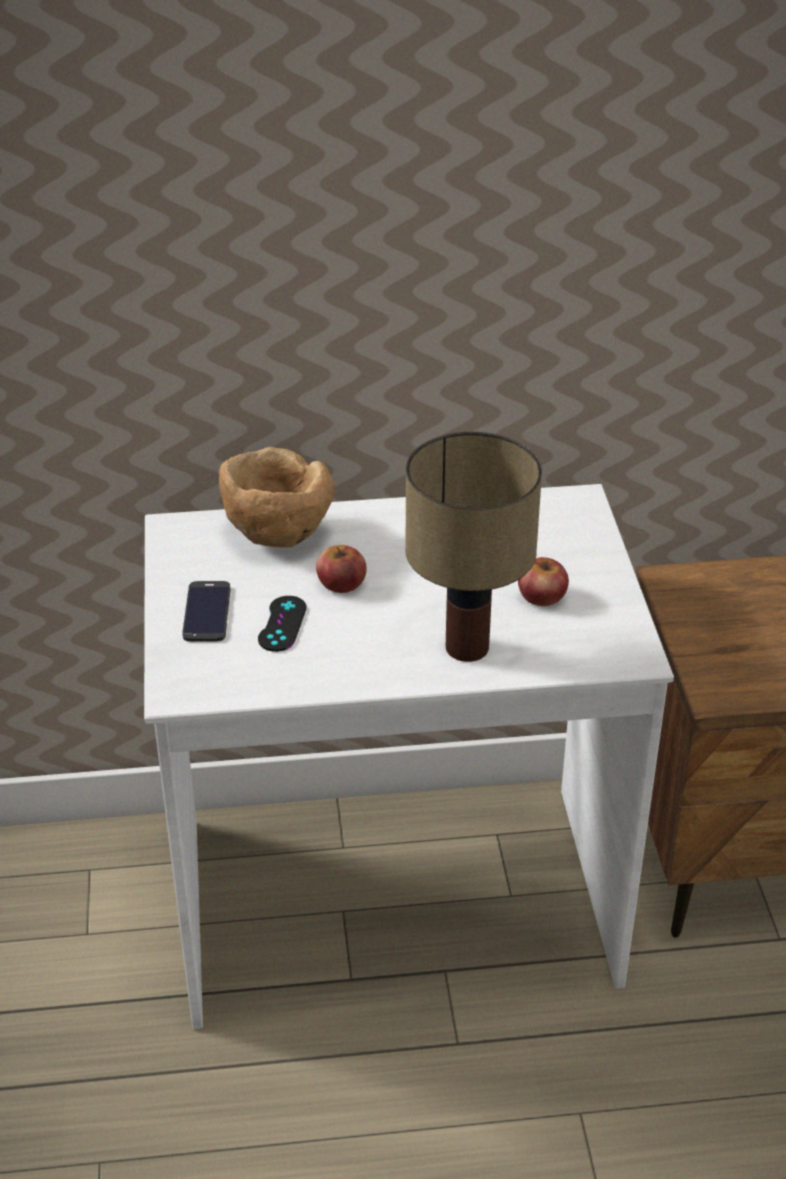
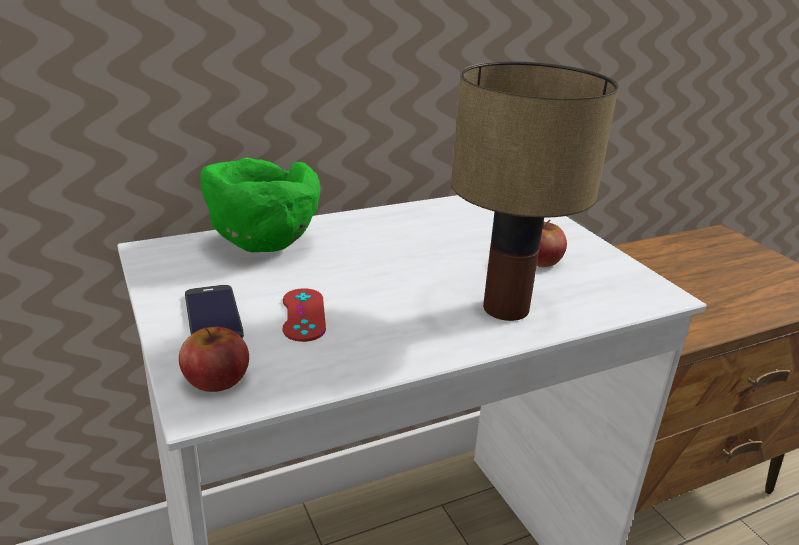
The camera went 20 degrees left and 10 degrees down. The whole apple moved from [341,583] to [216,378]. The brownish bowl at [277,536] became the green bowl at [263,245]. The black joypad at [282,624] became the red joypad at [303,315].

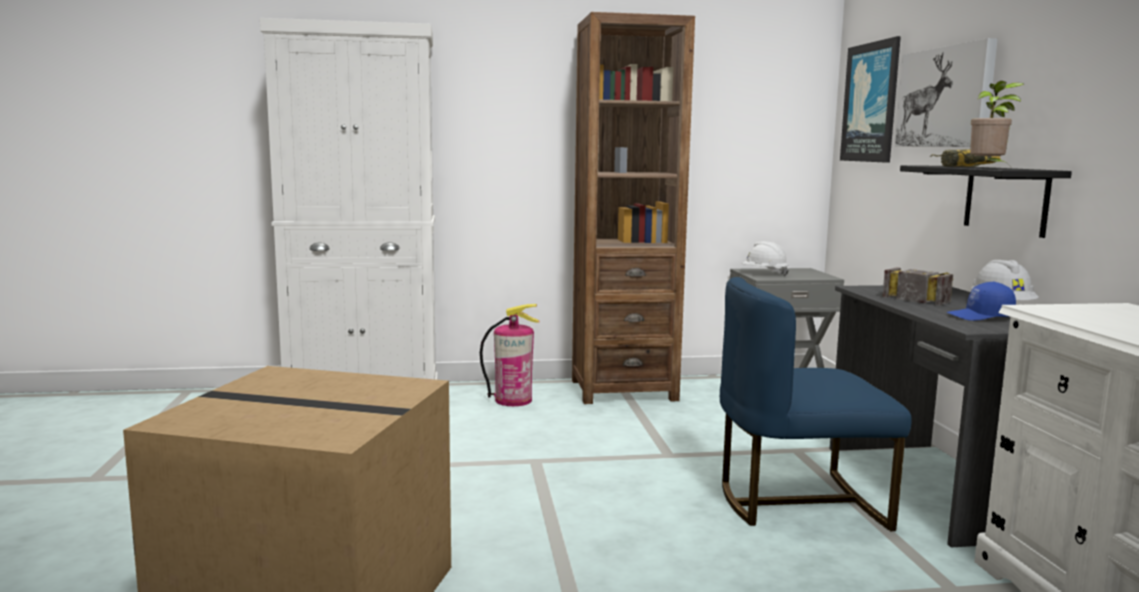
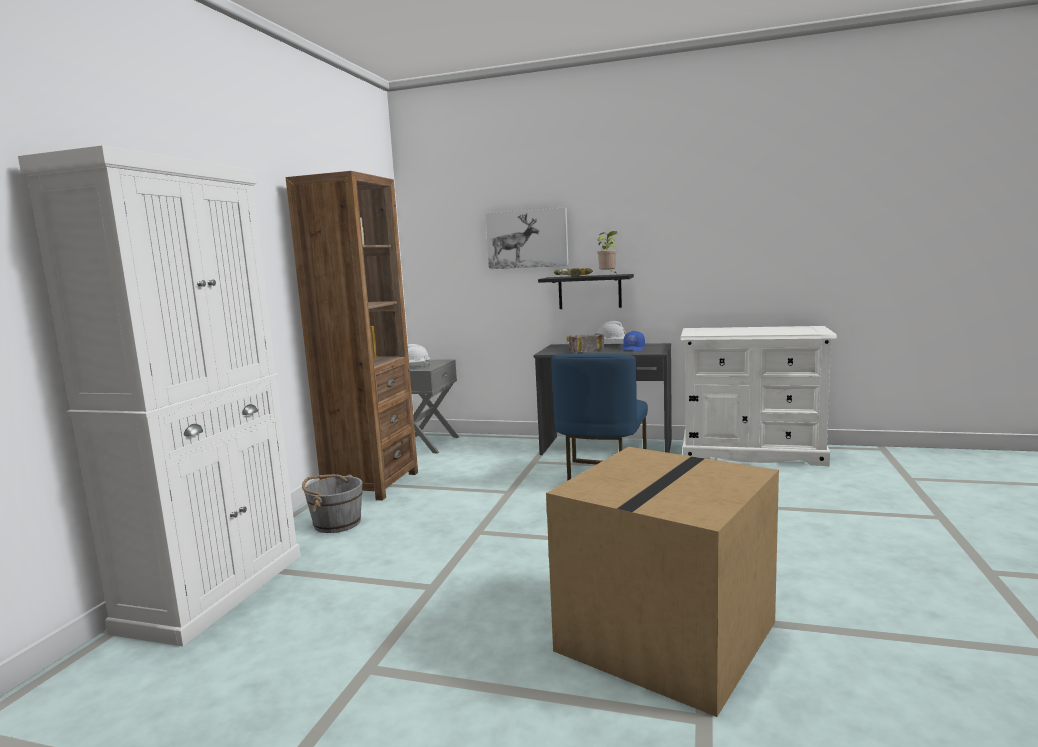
The camera went 65 degrees left and 0 degrees up. The wall art at [871,102] disappeared. The fire-fighting cylinder at [513,400] was replaced by the gray water bucket at [336,523].

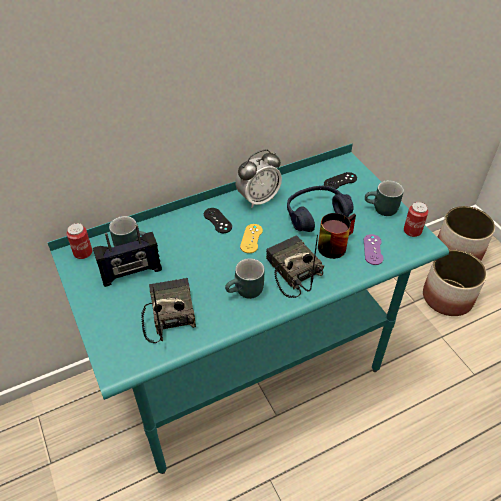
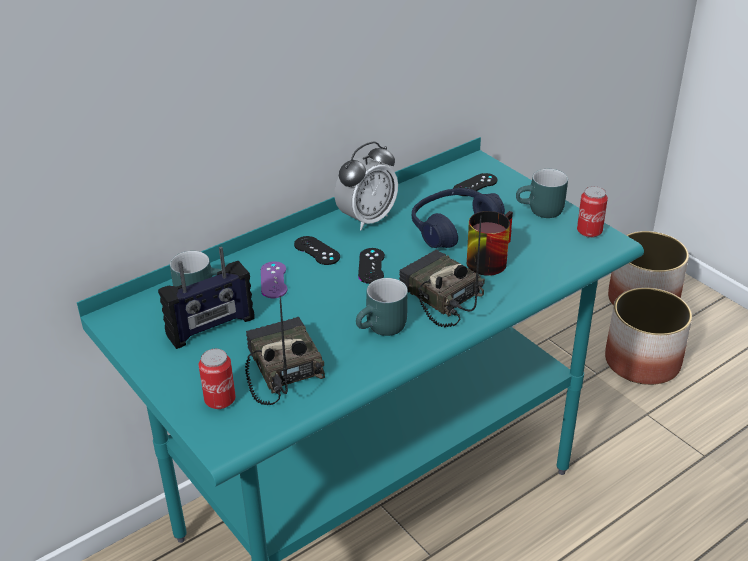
The camera went 10 degrees left and 10 degrees down. The metal can moved from [83,253] to [220,400]. The purplish joypad moved from [373,249] to [273,280]. The yellow joypad at [251,238] became the black joypad at [371,266].

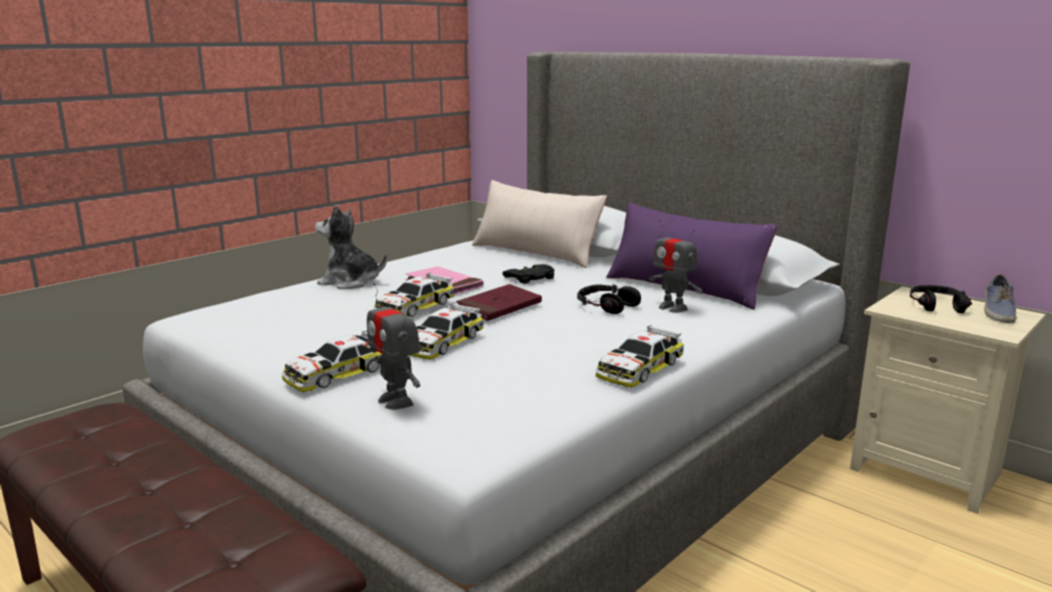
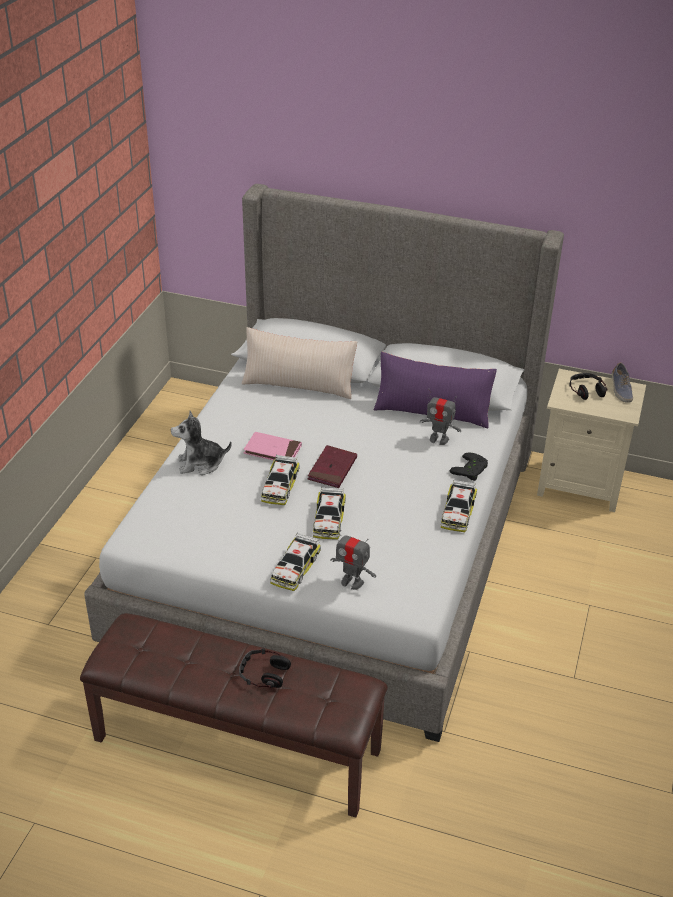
The camera went 25 degrees left and 20 degrees up. The black joypad moved from [531,278] to [471,470]. The headphones moved from [607,306] to [264,674].

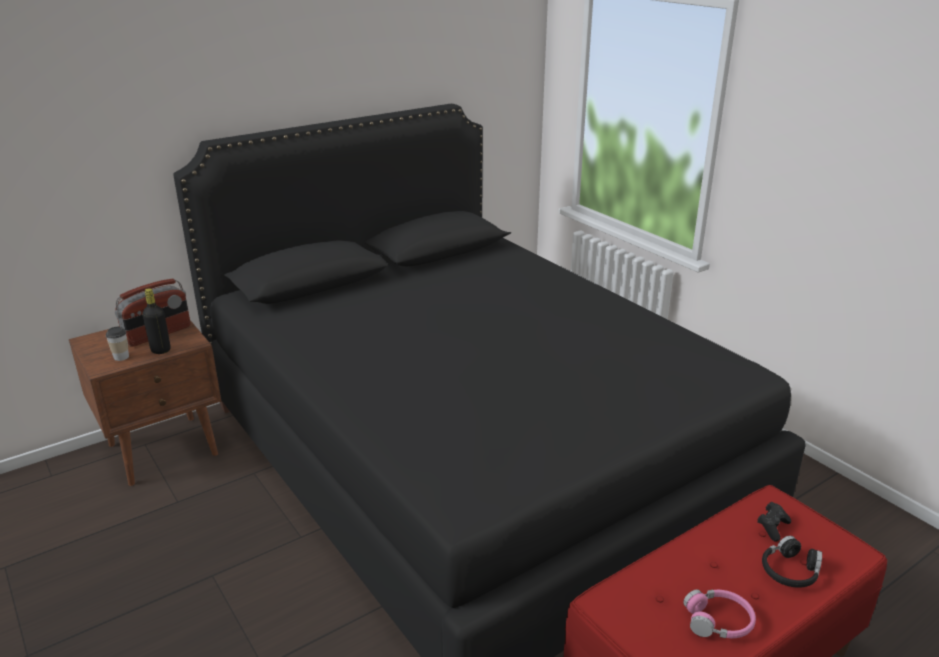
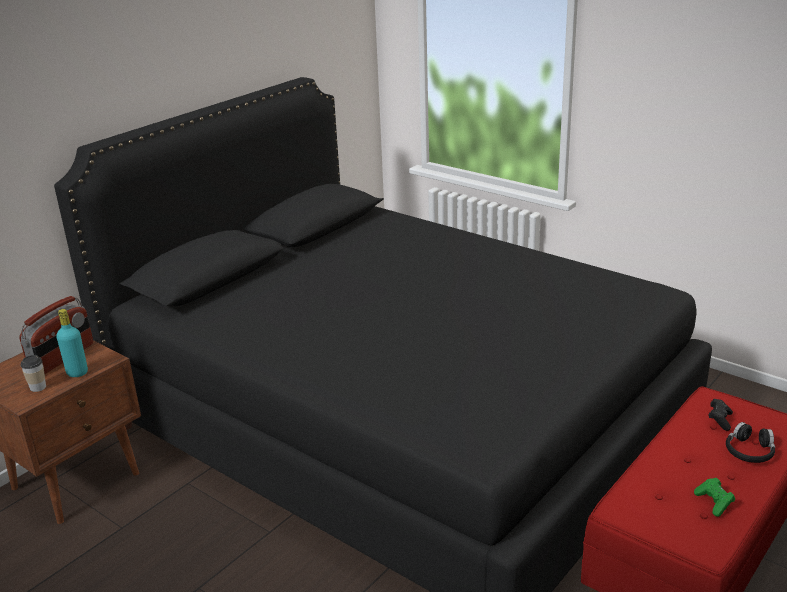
The camera went 15 degrees left and 0 degrees up. The pink-coloured headphones at [718,621] was replaced by the green joypad at [714,503]. The black beverage bottle at [161,350] became the blue-green beverage bottle at [77,372].

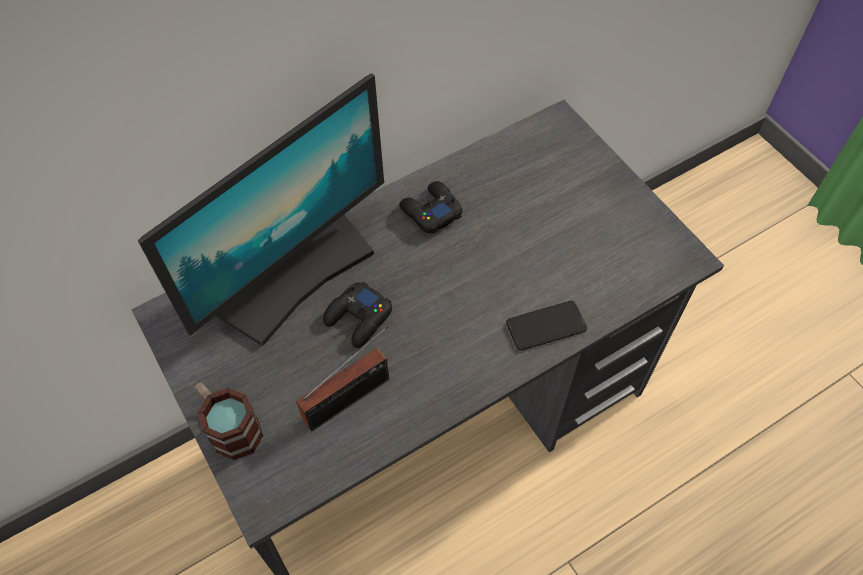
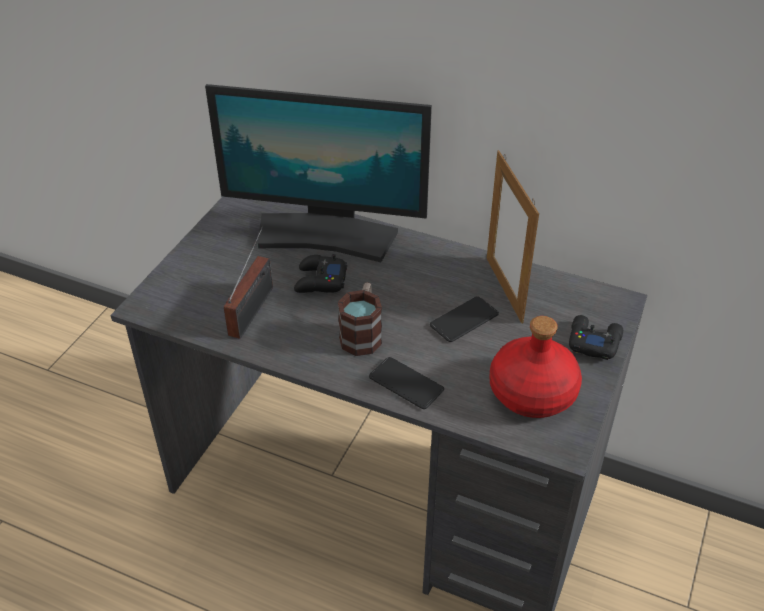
The camera went 55 degrees right and 15 degrees down. The telephone at [464,320] appeared. The standing frame at [504,289] appeared. The red beverage bottle at [532,391] appeared. The tea mug moved from [230,427] to [362,333]. The black joypad moved from [430,211] to [593,341]. The radio receiver at [352,397] turned 90 degrees counterclockwise.

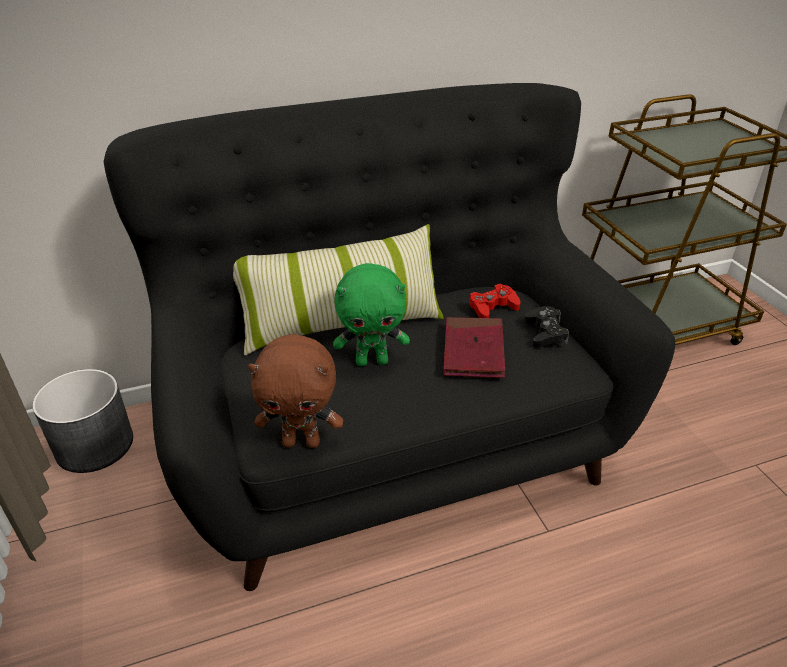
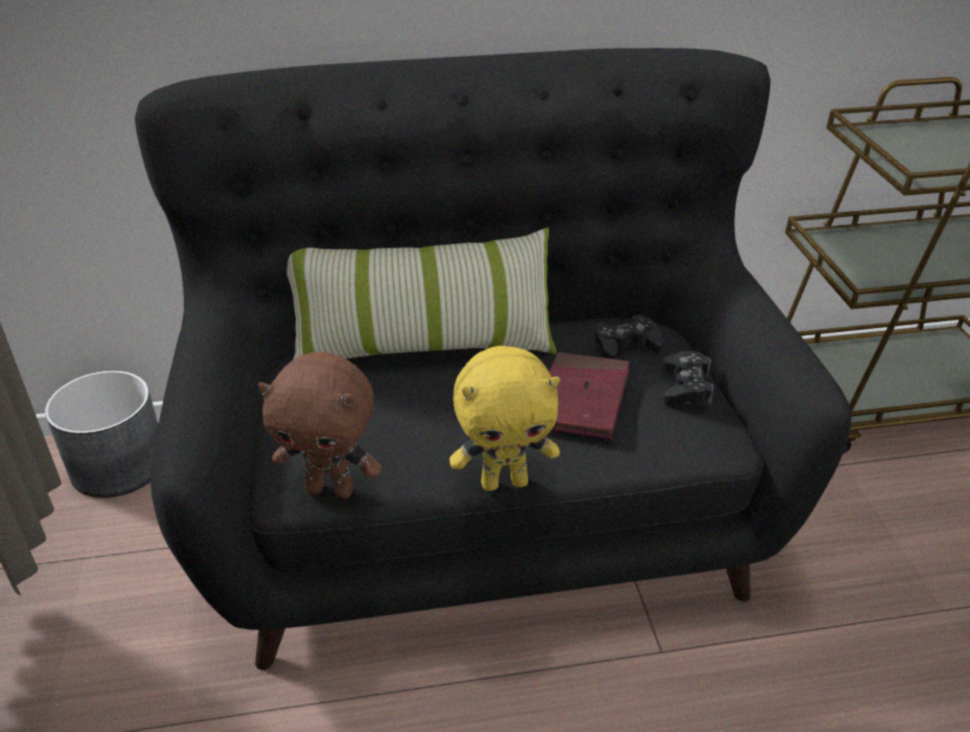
The camera went 10 degrees right and 0 degrees up. The green soft toy at [372,361] disappeared. The yellow soft toy at [505,482] appeared. The red joypad at [492,308] became the black joypad at [626,346].

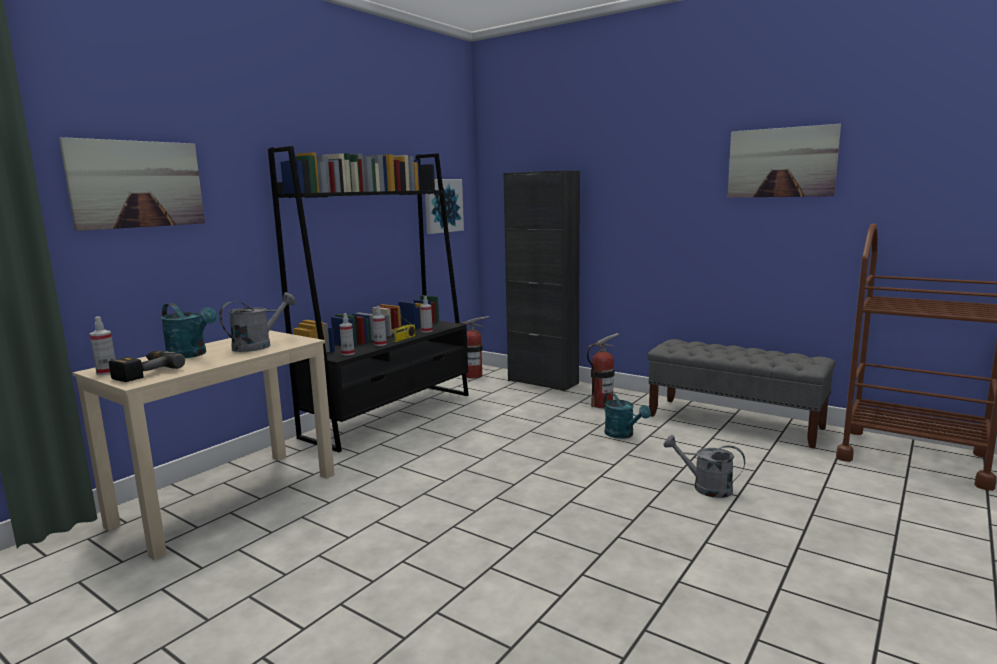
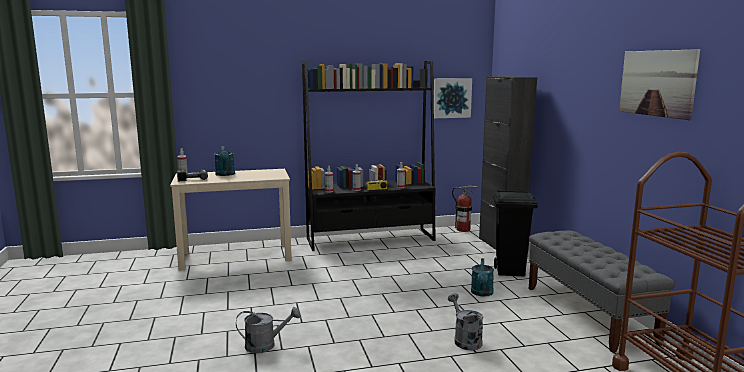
The camera went 40 degrees right and 0 degrees up. The wall art at [137,184] disappeared. The gray watering can moved from [258,345] to [266,345]. The fire-fighting cylinder at [602,404] was replaced by the black trash can at [510,271].

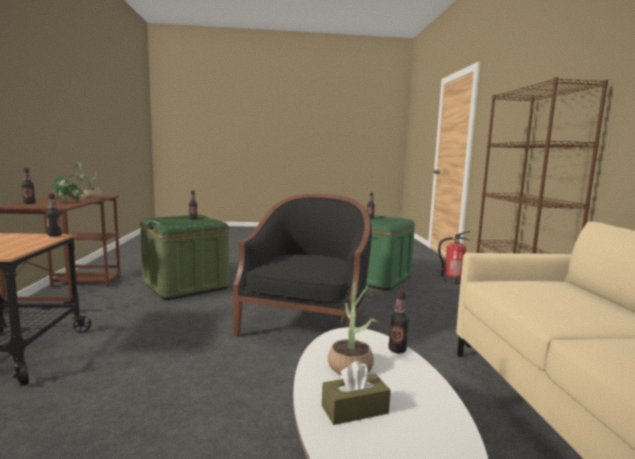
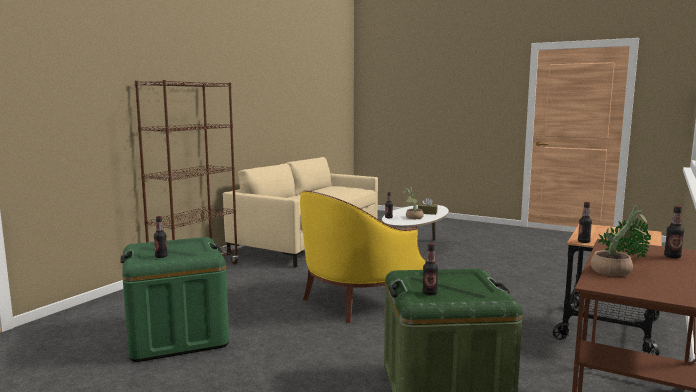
The camera went 145 degrees left and 0 degrees up. The fire-fighting cylinder at [452,281] disappeared. The black armchair at [306,326] became the yellow armchair at [357,301].

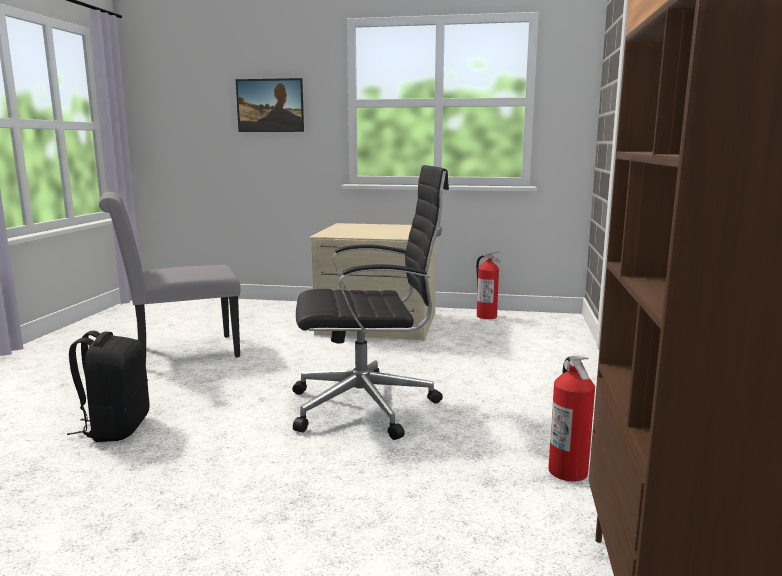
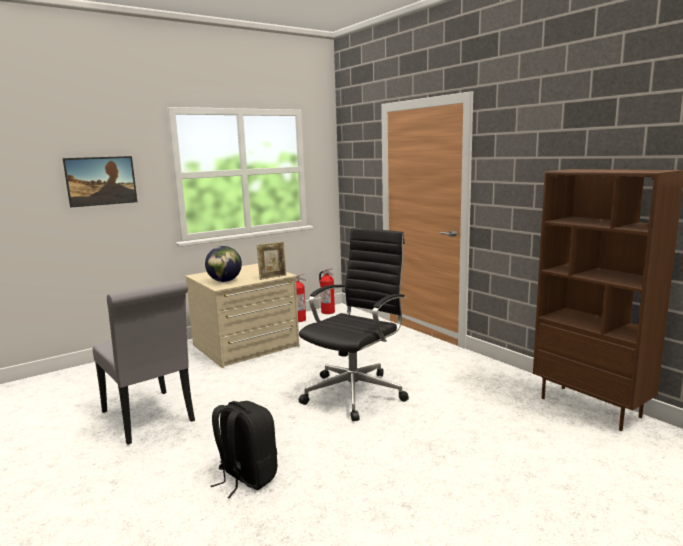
The camera went 45 degrees left and 0 degrees up. The desk globe at [225,281] appeared. The standing frame at [272,277] appeared. The fire-fighting cylinder moved from [568,471] to [328,312]. The gray plain chair at [178,353] turned 60 degrees counterclockwise.

